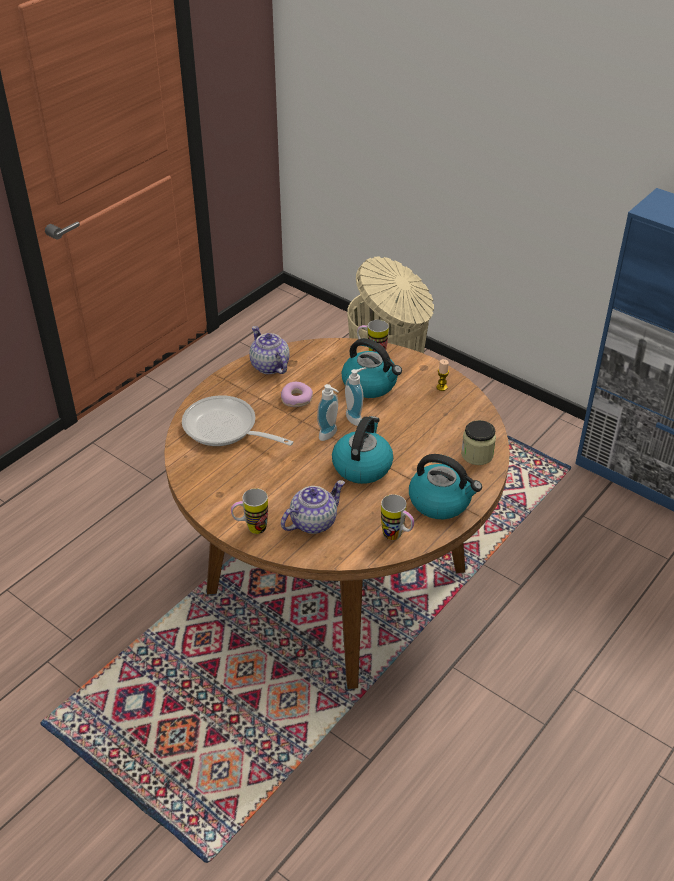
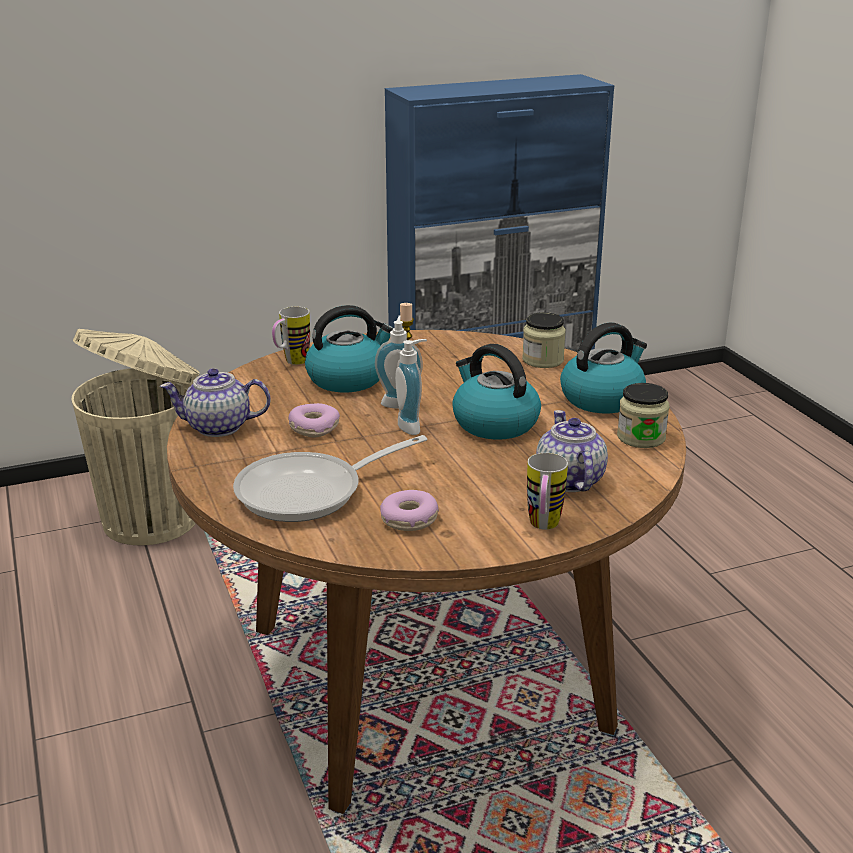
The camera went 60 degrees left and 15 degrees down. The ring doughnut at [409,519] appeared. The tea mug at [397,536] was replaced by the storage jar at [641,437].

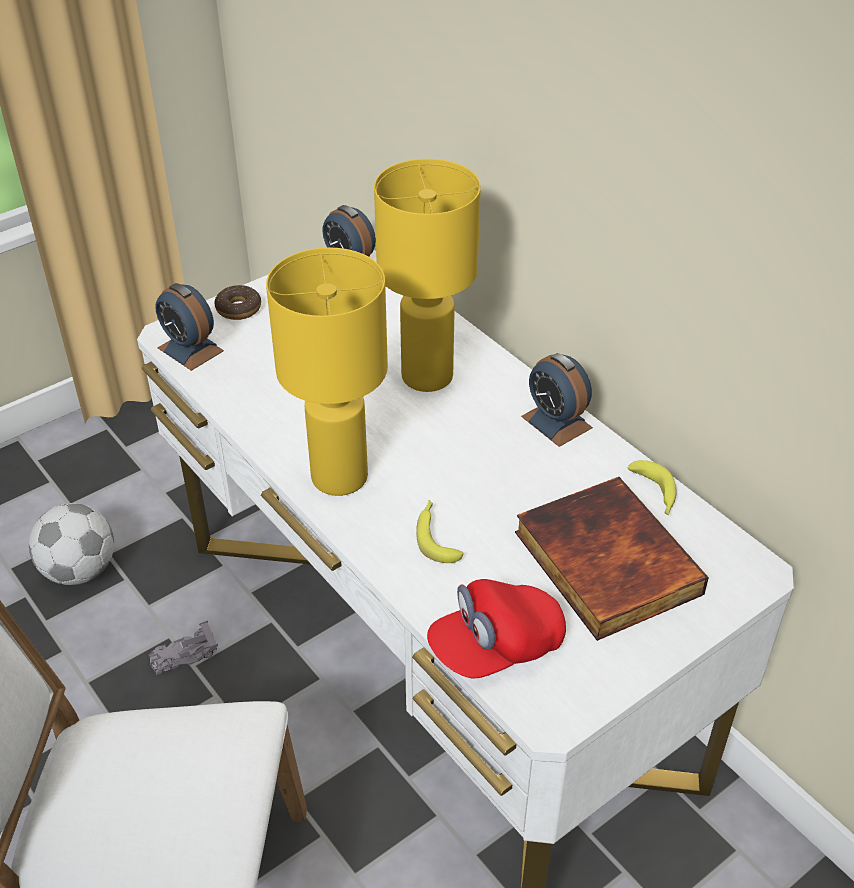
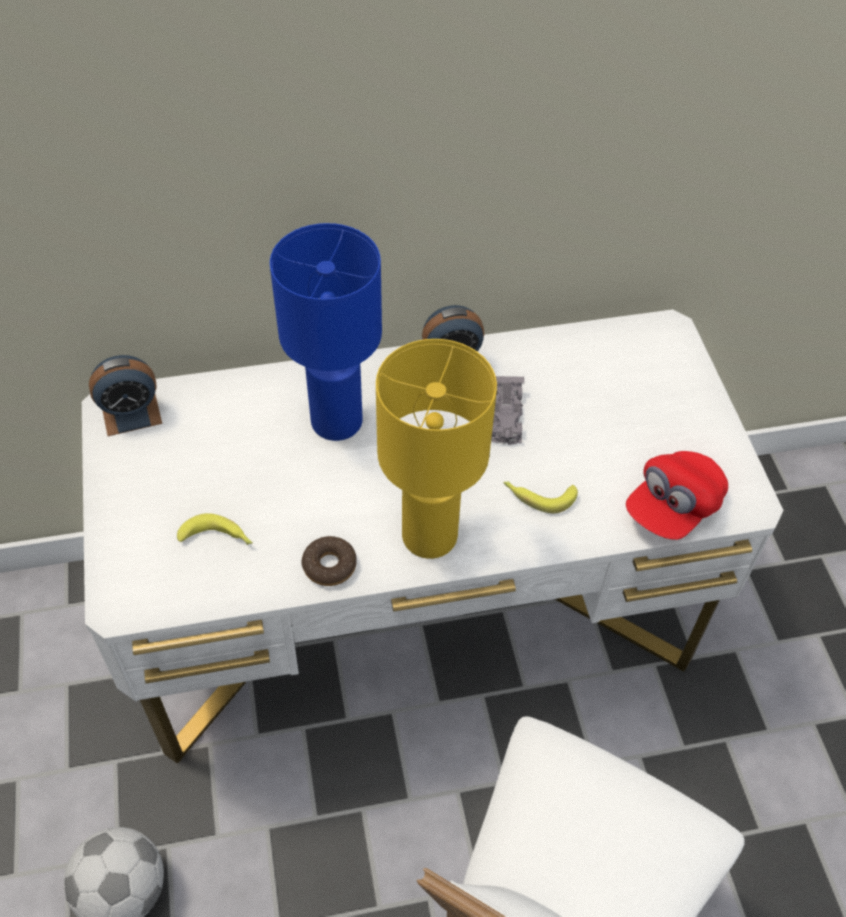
The camera went 65 degrees left and 10 degrees up. The bedside clock at [190,349] disappeared. The bound book at [603,563] disappeared. The gray toy car moved from [183,655] to [505,416]. The ring doughnut moved from [238,309] to [329,565]. The whole banana moved from [654,494] to [218,538]. The yellow tabletop lamp at [426,376] became the bluish tabletop lamp at [335,422]. The red peaked cap at [496,647] turned 45 degrees clockwise.

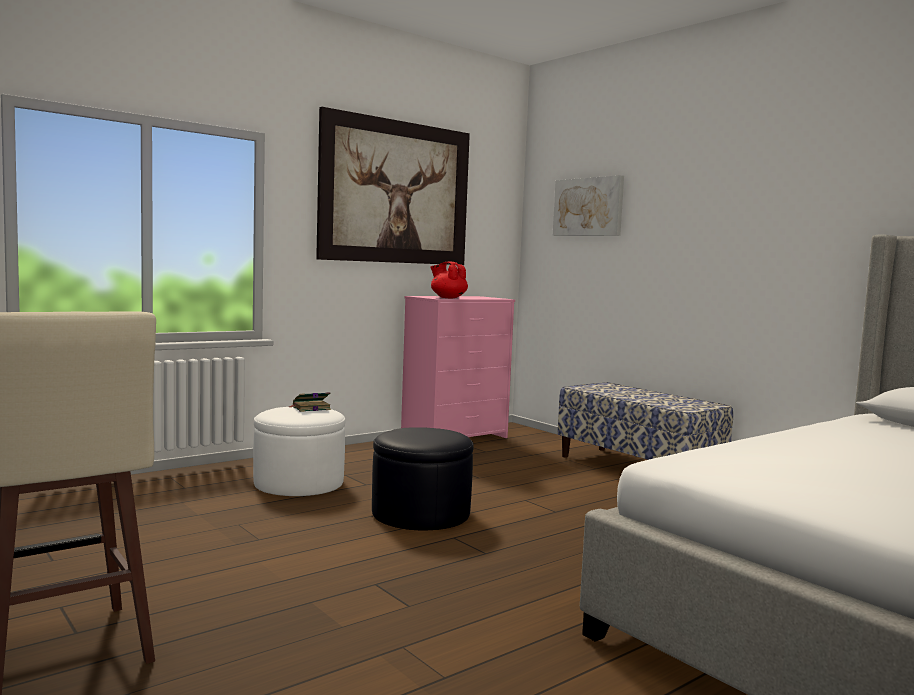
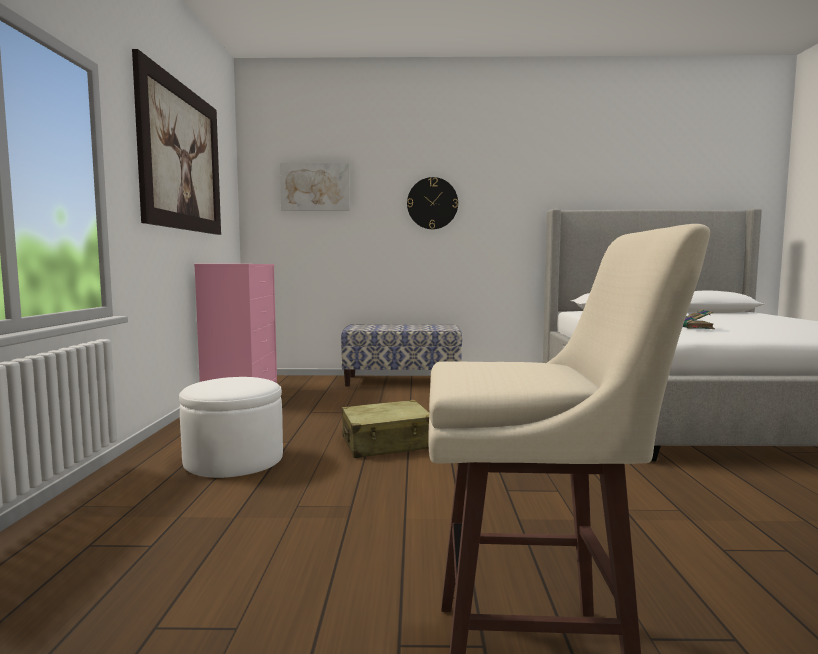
The camera went 50 degrees left and 0 degrees up. The red tea pot at [448,298] disappeared. The clock on the wall at [432,203] appeared. The bound book moved from [310,408] to [695,327]. The black pouffe at [421,513] was replaced by the sand-coloured piece of luggage at [387,443].

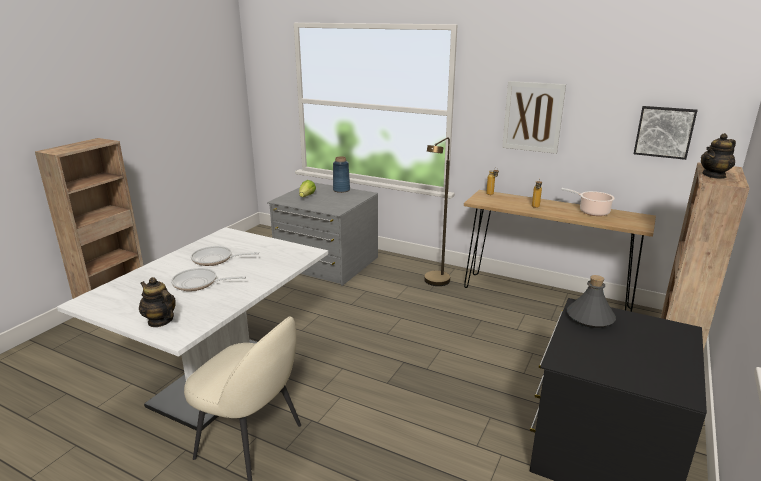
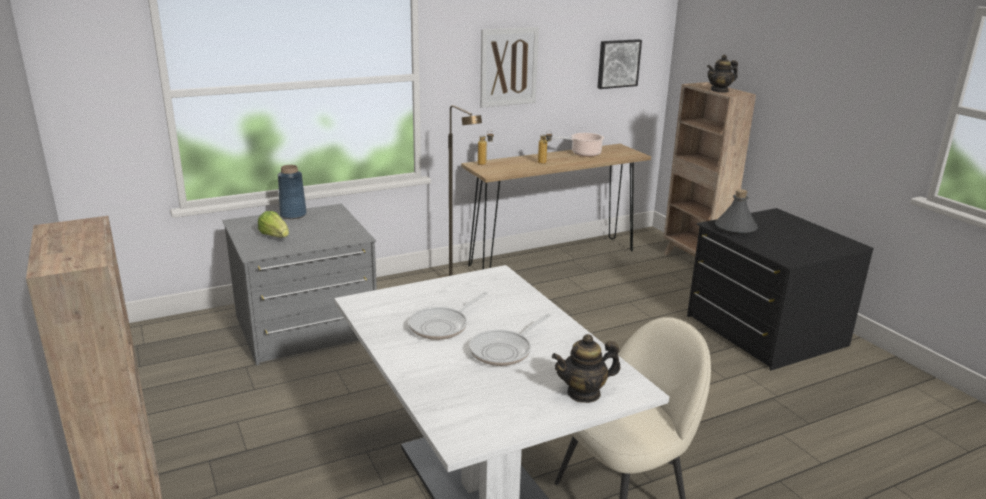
The camera went 55 degrees left and 0 degrees up. The tea pot at [714,175] turned 60 degrees clockwise.

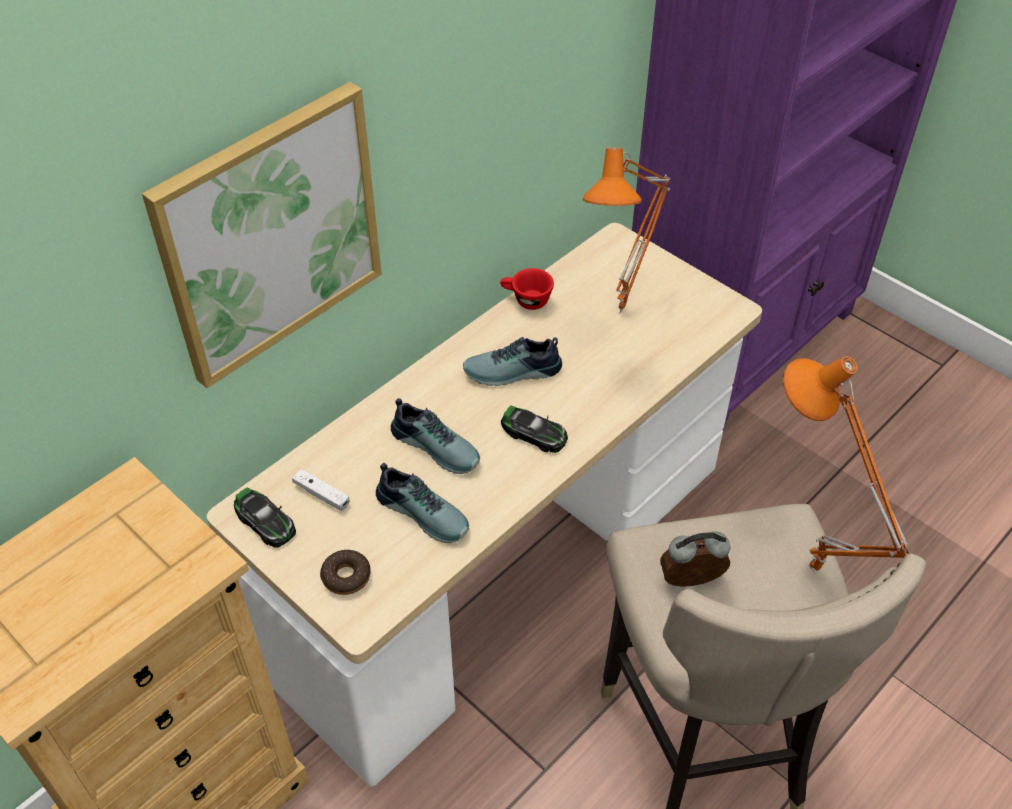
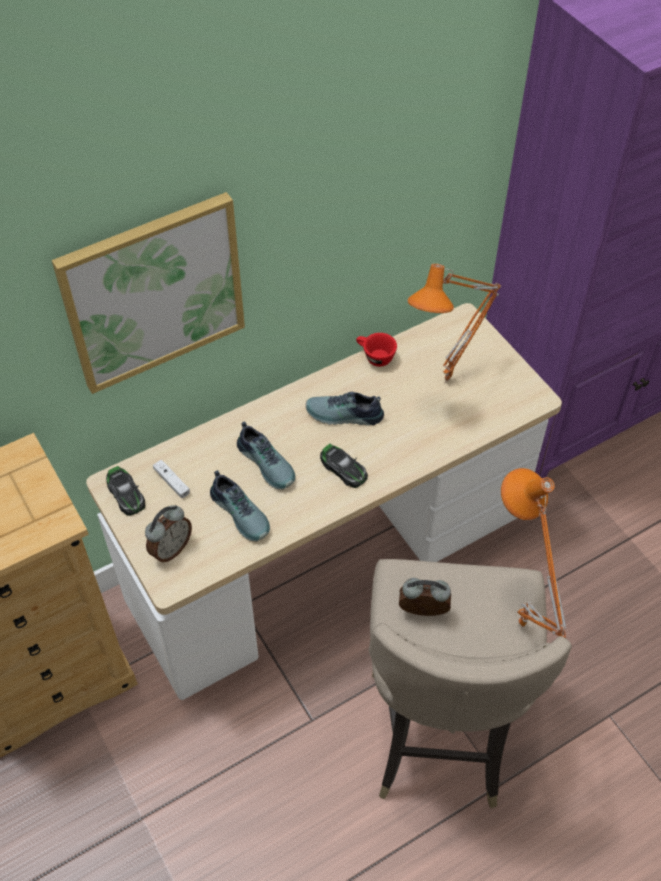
The camera went 15 degrees right and 5 degrees up. The ring doughnut at [346,576] was replaced by the bedside clock at [170,549].

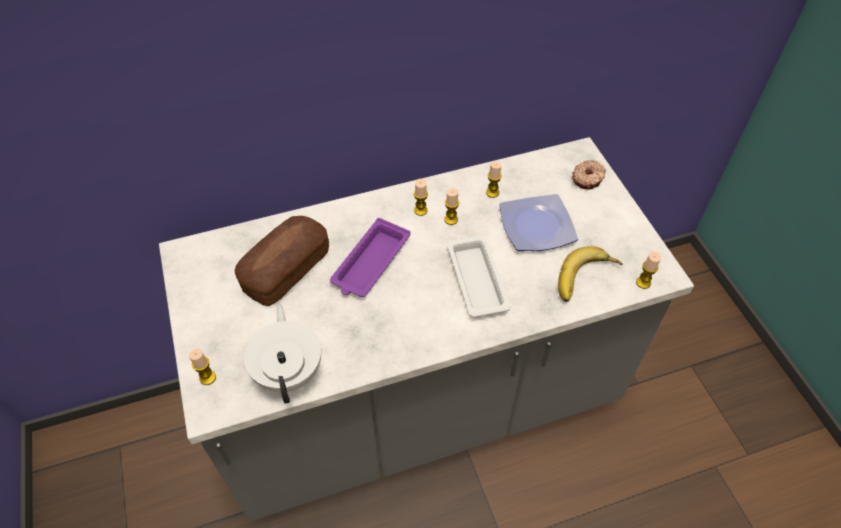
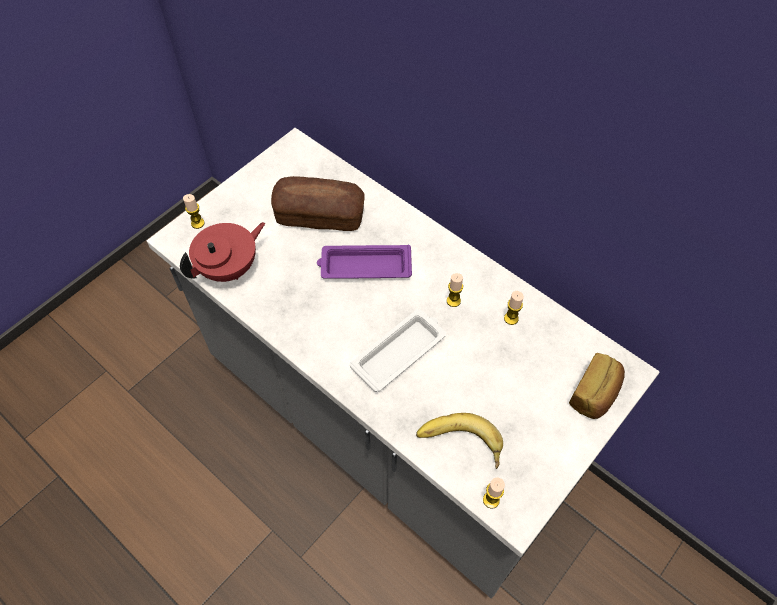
The camera went 60 degrees right and 5 degrees up. The wax candle at [420,210] disappeared. The flat dish at [538,227] disappeared. The ring doughnut at [588,179] was replaced by the bread at [595,394]. The white-coloured tea pot at [289,371] became the red tea pot at [230,268].

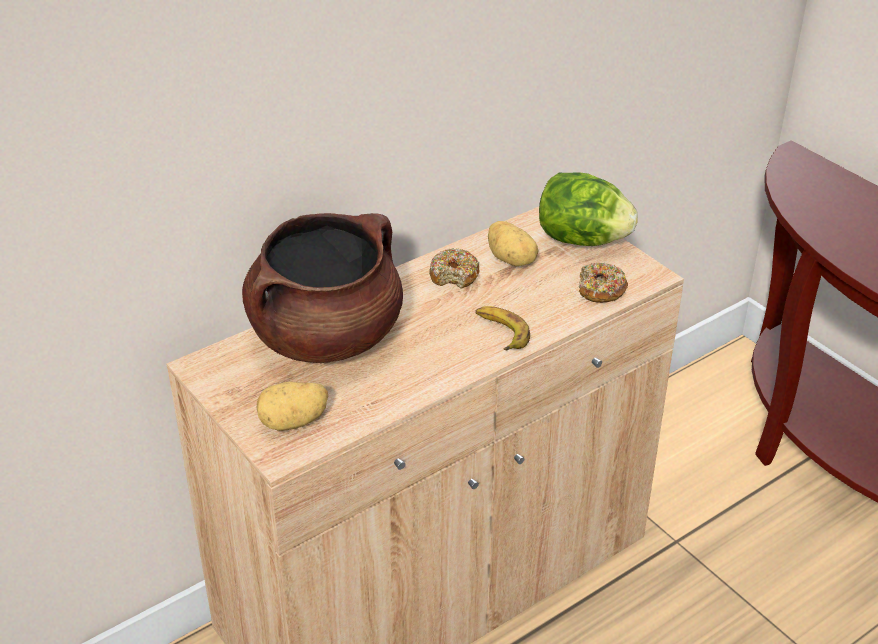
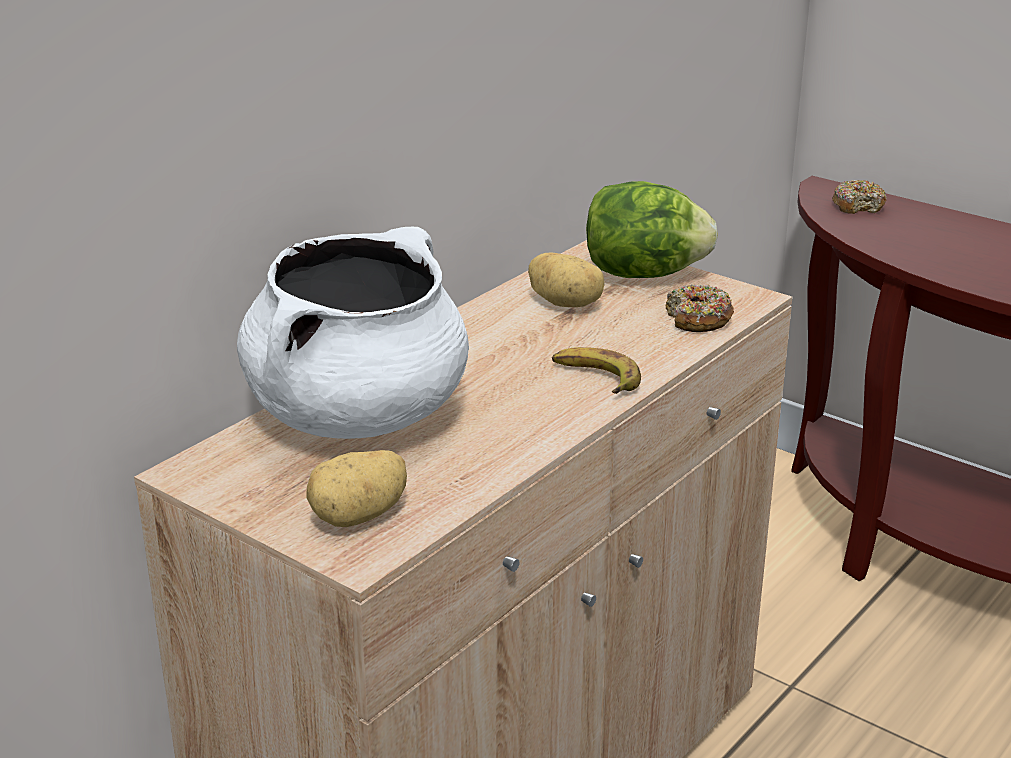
The camera went 15 degrees left and 10 degrees down. The ring doughnut moved from [454,276] to [858,206]. The brownish saucepot at [326,336] became the white-coloured saucepot at [358,414].

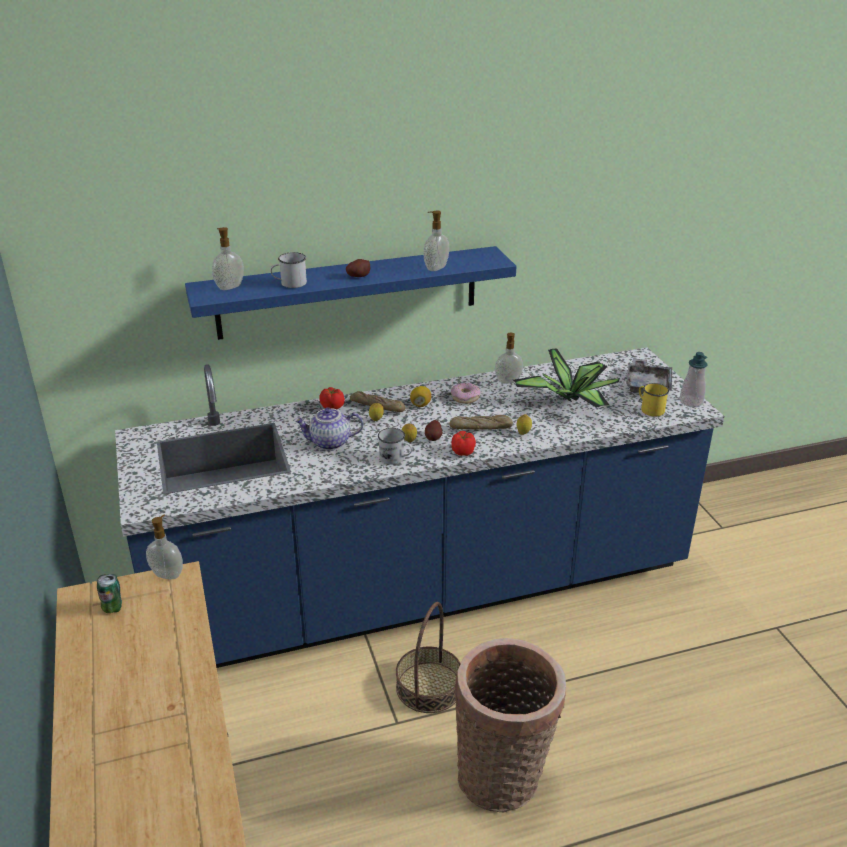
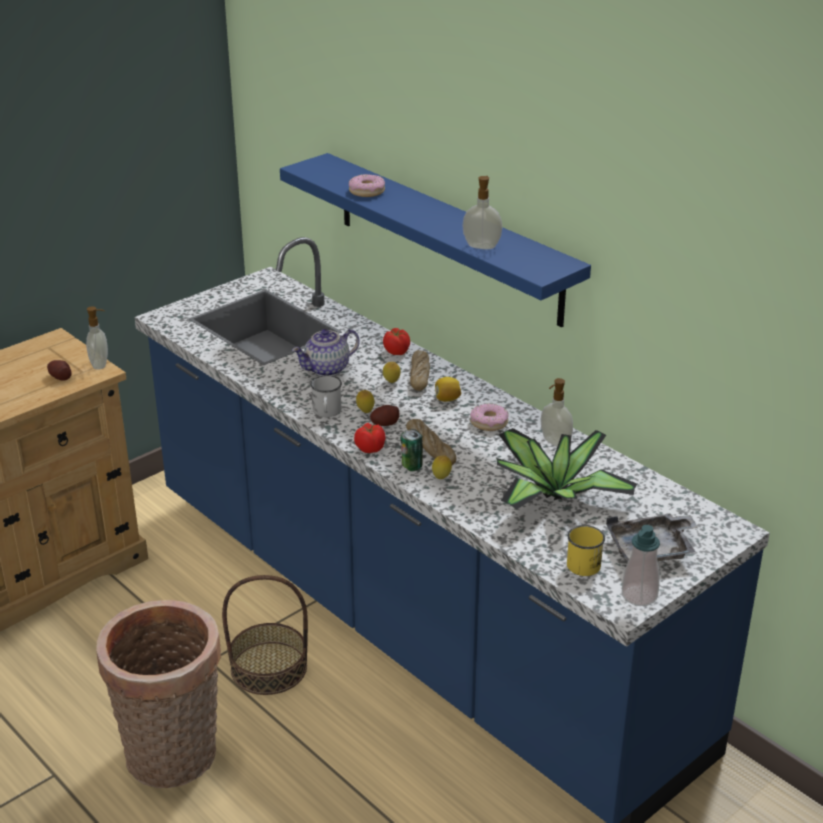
The camera went 65 degrees right and 0 degrees up. The liquid soap bottle at [229,287] disappeared. The metal can moved from [112,608] to [411,466]. The whole potato moved from [358,276] to [60,377]. The white-coloured tea mug at [289,284] was replaced by the ring doughnut at [367,191]. The tea pot at [329,443] turned 90 degrees counterclockwise.

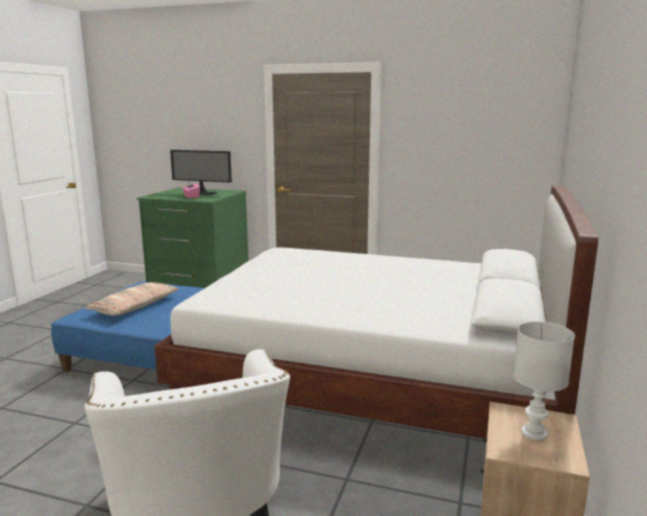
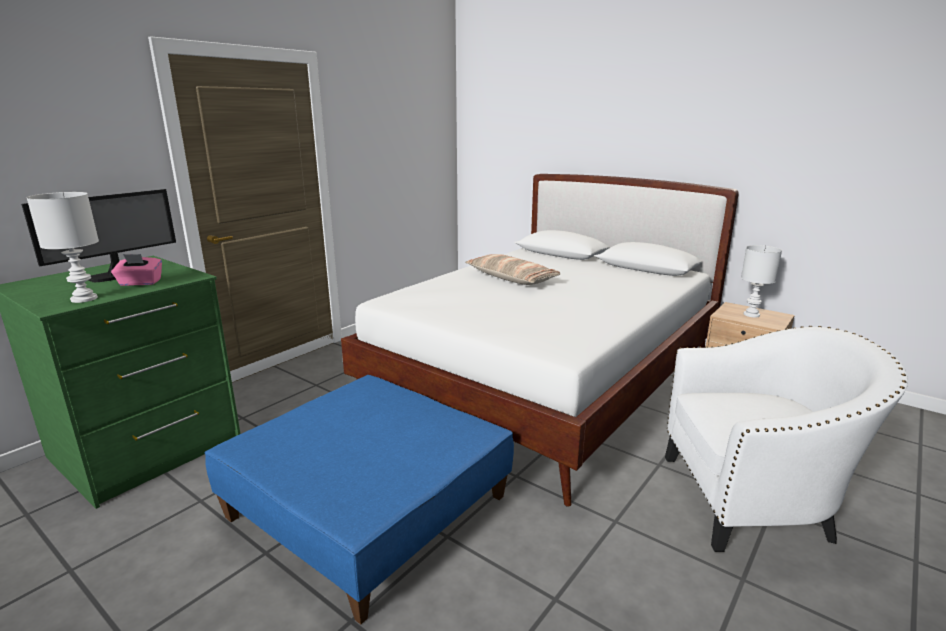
The camera went 70 degrees left and 5 degrees up. The white-coloured tabletop lamp at [83,299] appeared. The throw pillow moved from [135,307] to [511,278].

